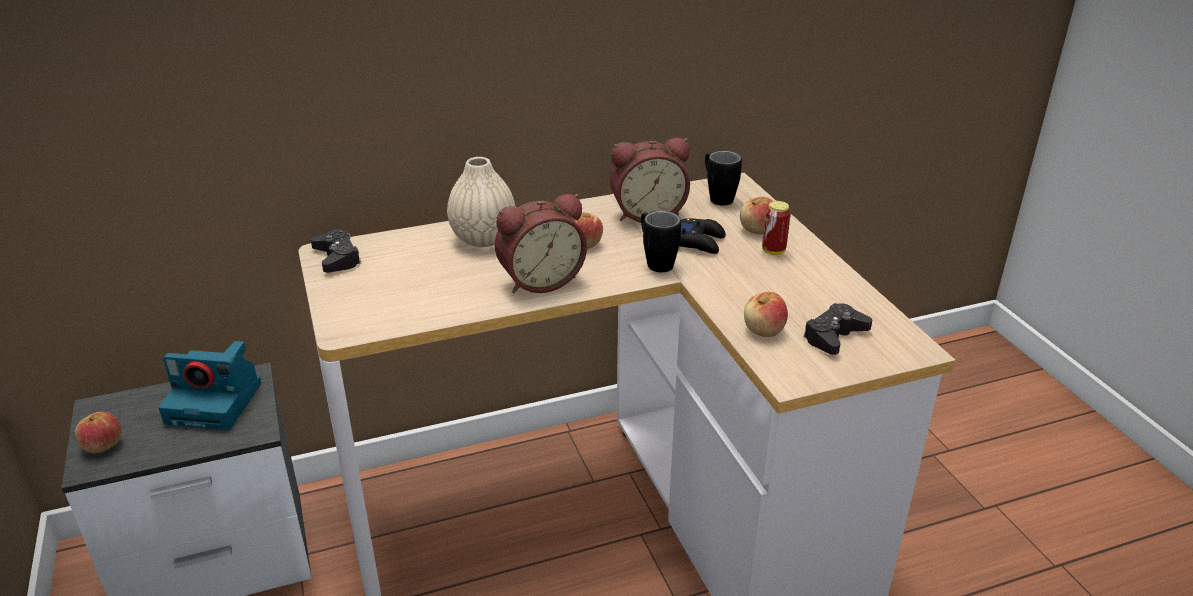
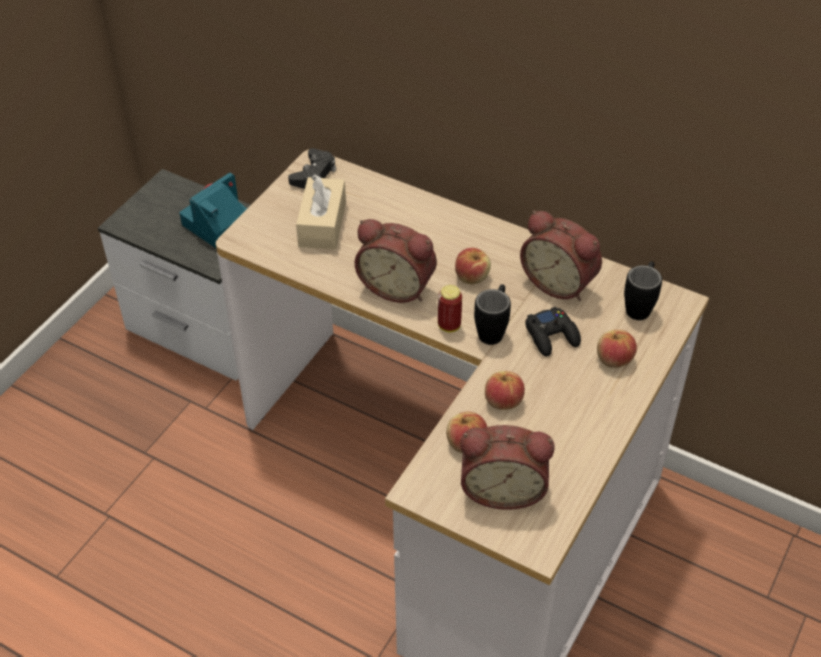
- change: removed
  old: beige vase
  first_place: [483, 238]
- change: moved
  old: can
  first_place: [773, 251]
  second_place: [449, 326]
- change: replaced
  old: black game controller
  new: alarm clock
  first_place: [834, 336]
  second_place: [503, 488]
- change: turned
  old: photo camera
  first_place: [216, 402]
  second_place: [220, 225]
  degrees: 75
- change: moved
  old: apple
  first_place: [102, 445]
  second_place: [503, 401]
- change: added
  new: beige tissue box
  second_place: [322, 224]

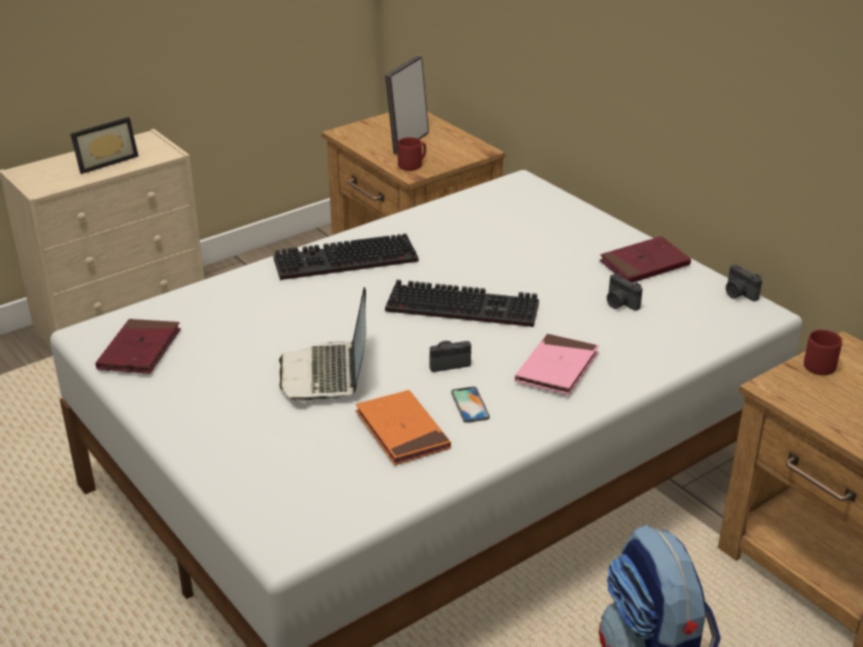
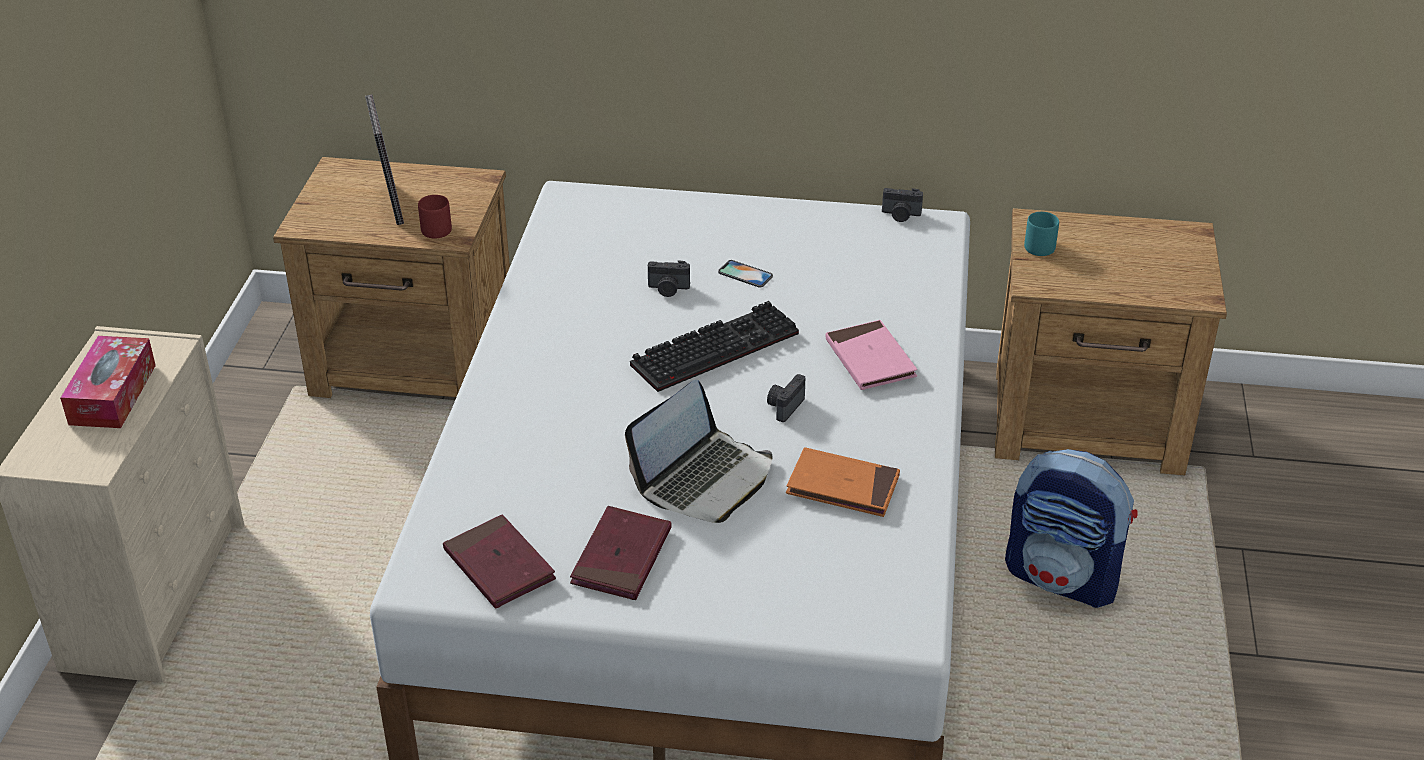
- change: replaced
  old: picture frame
  new: tissue box
  first_place: [105, 161]
  second_place: [113, 394]
- change: removed
  old: keyboard
  first_place: [344, 262]
- change: moved
  old: red book
  first_place: [644, 264]
  second_place: [621, 557]
- change: moved
  old: photo camera
  first_place: [620, 304]
  second_place: [668, 289]
- change: turned
  old: laptop
  first_place: [327, 374]
  second_place: [704, 478]
  degrees: -90
- change: recoloured
  old: red mug
  new: turquoise mug
  first_place: [821, 365]
  second_place: [1039, 245]
- change: moved
  old: phone
  first_place: [470, 405]
  second_place: [745, 274]

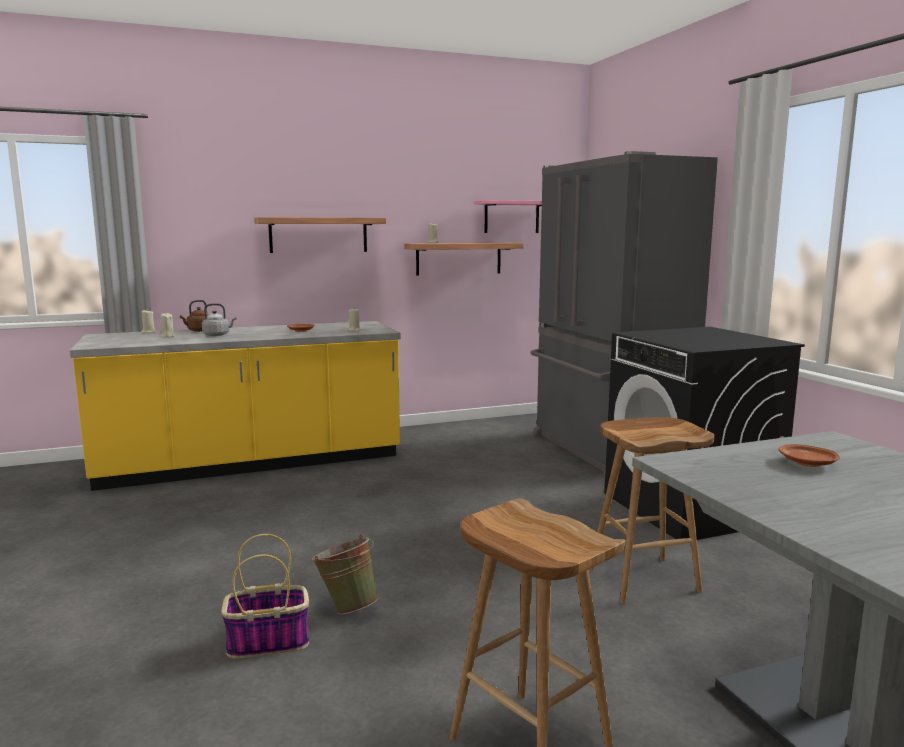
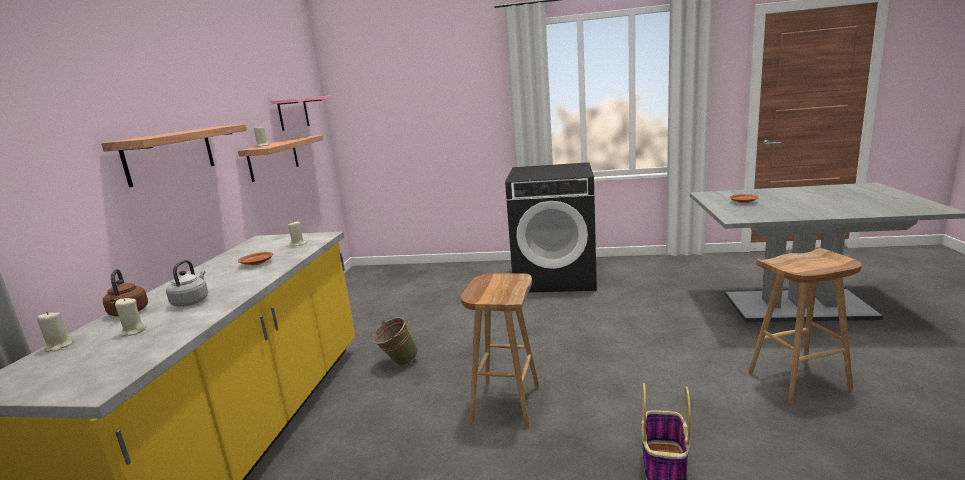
- change: removed
  old: grey fridge
  first_place: [604, 450]
- change: moved
  old: brown stool
  first_place: [644, 579]
  second_place: [505, 403]
- change: moved
  old: green bucket
  first_place: [347, 607]
  second_place: [397, 363]

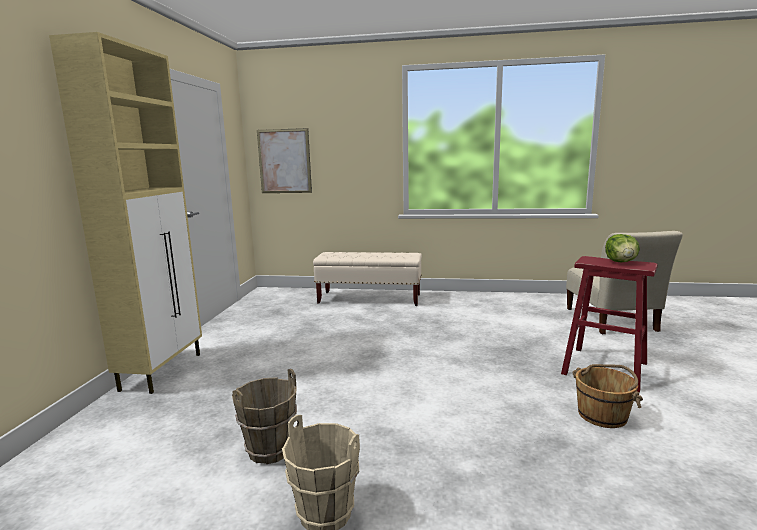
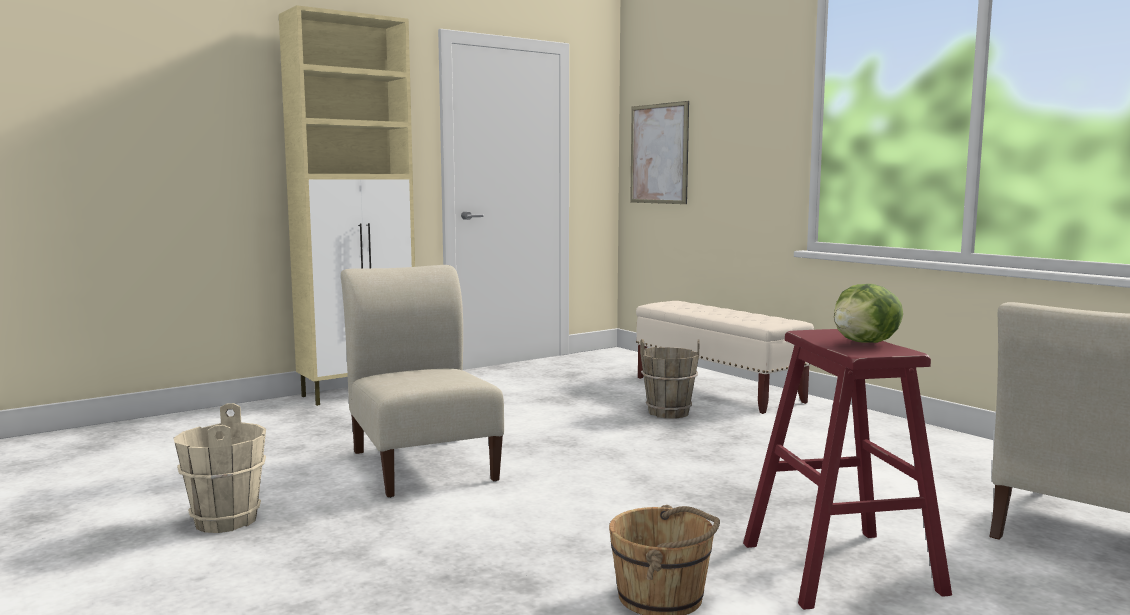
- change: moved
  old: brown bucket
  first_place: [269, 450]
  second_place: [668, 412]
- change: added
  new: beige chair
  second_place: [422, 463]

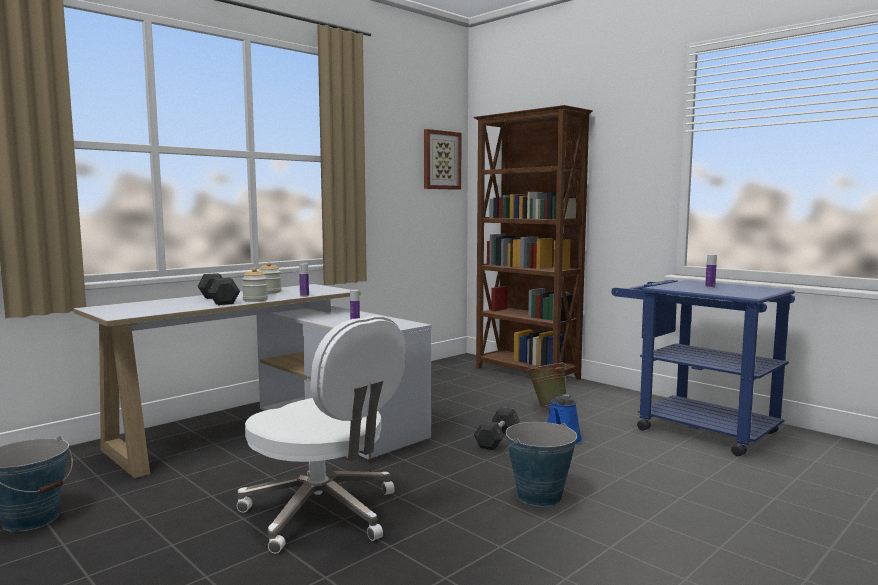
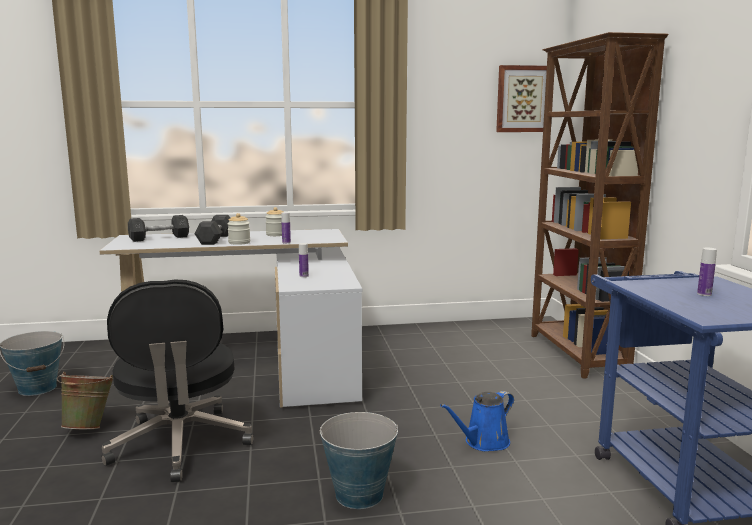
- change: recoloured
  old: white office chair
  new: black office chair
  first_place: [323, 513]
  second_place: [180, 445]
- change: moved
  old: green bucket
  first_place: [547, 406]
  second_place: [90, 427]
- change: moved
  old: grey dumbbell
  first_place: [497, 439]
  second_place: [159, 238]

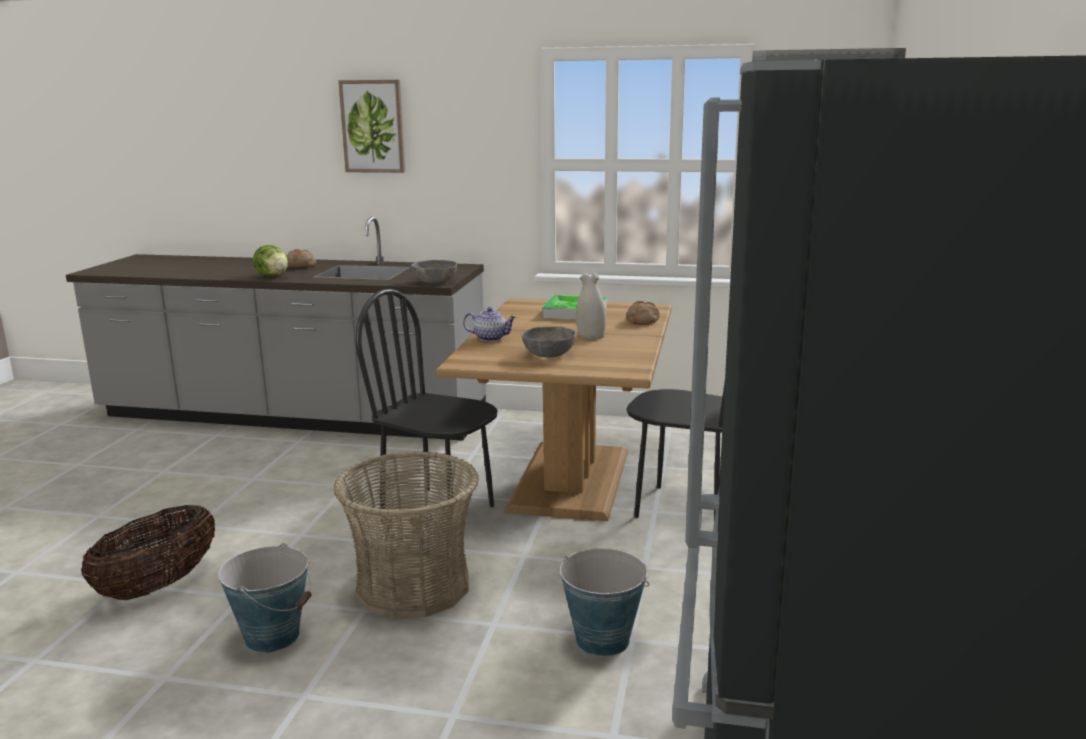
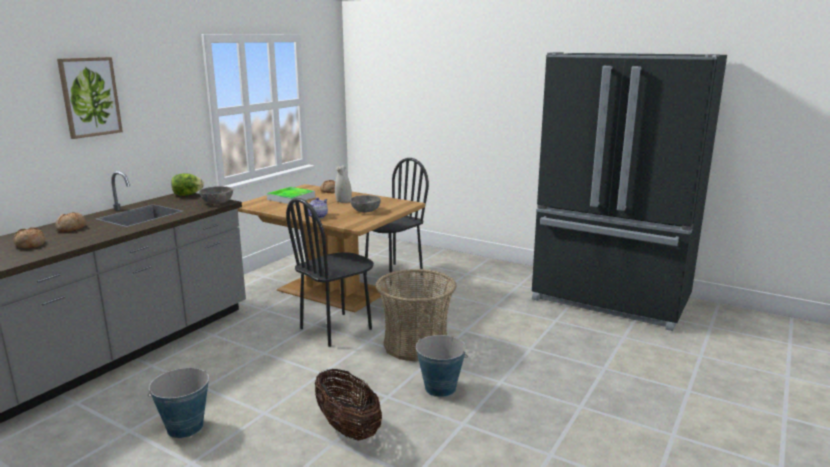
- change: moved
  old: lettuce
  first_place: [273, 276]
  second_place: [187, 195]
- change: moved
  old: bucket
  first_place: [602, 640]
  second_place: [185, 427]
- change: added
  new: bread
  second_place: [29, 244]

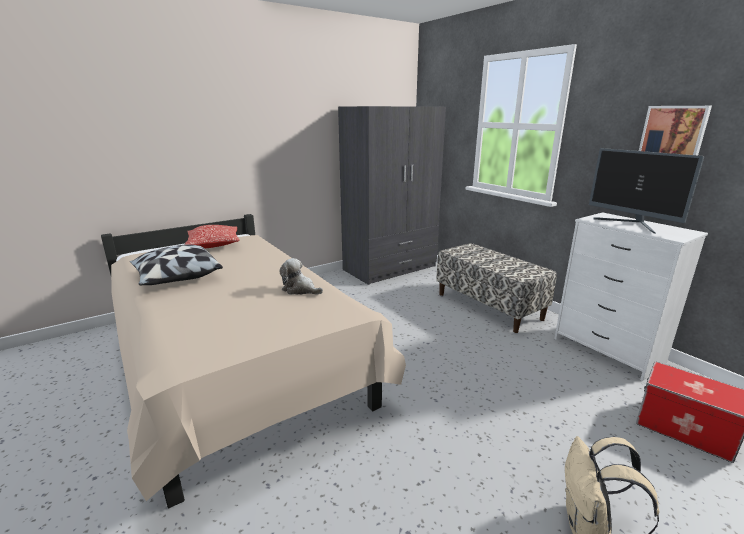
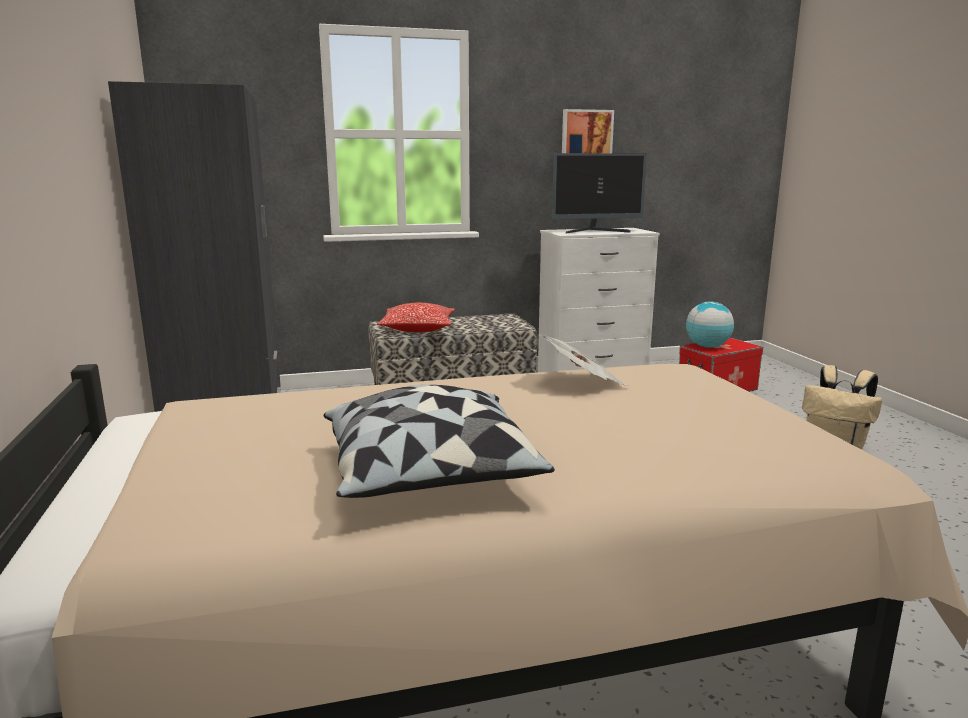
- change: moved
  old: pillow
  first_place: [213, 244]
  second_place: [418, 329]
- change: replaced
  old: plush toy
  new: newspaper
  first_place: [300, 290]
  second_place: [583, 383]
- change: added
  new: globe
  second_place: [707, 346]

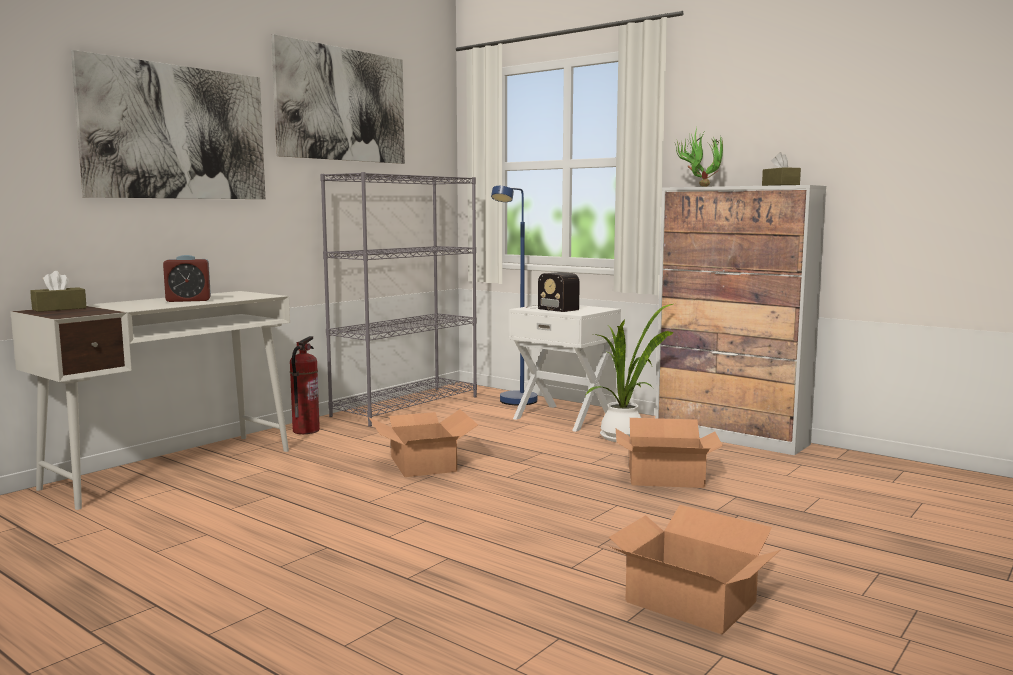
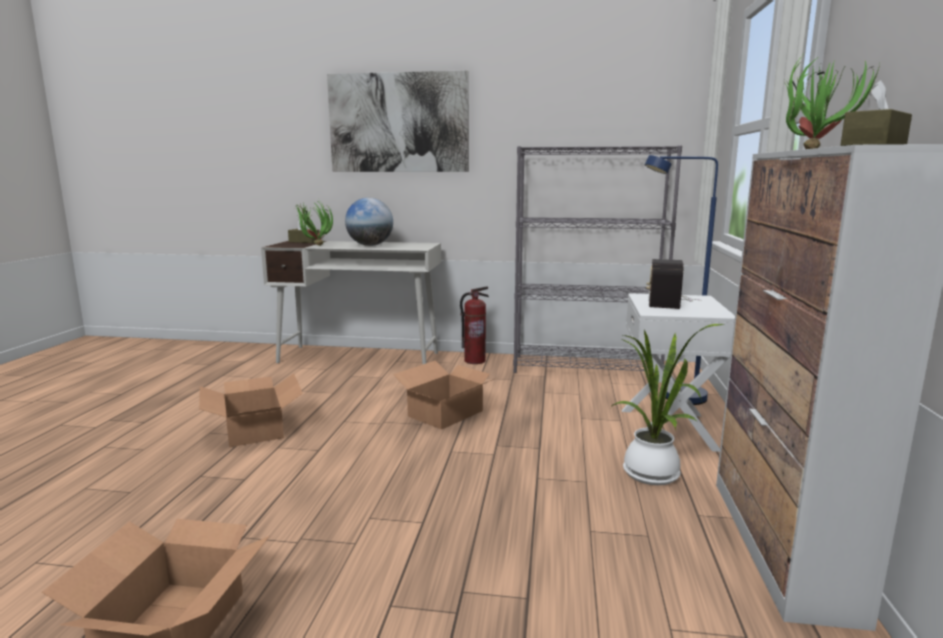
- change: removed
  old: picture
  first_place: [342, 104]
- change: replaced
  old: alarm clock
  new: globe
  first_place: [188, 300]
  second_place: [370, 245]
- change: moved
  old: cardboard box
  first_place: [664, 477]
  second_place: [255, 429]
- change: added
  new: potted plant
  second_place: [313, 246]

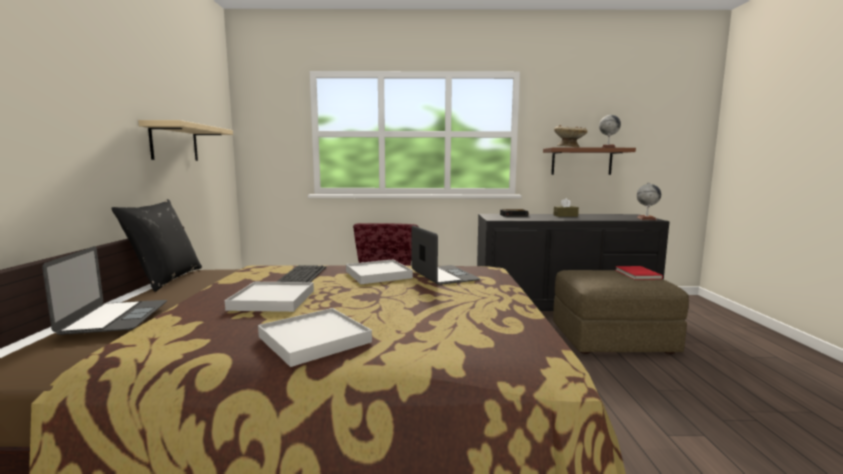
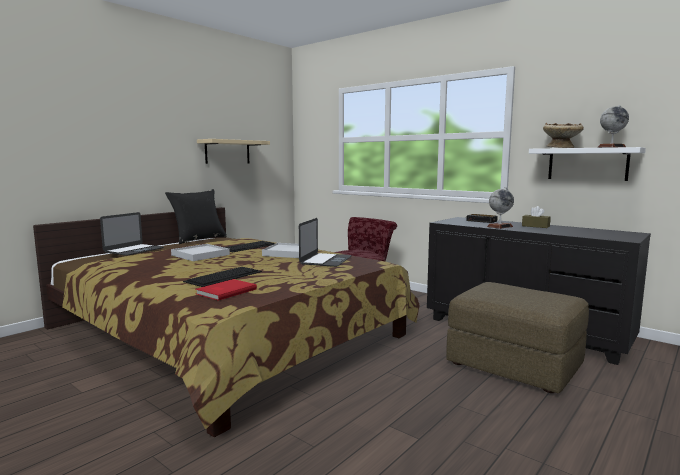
- change: recoloured
  old: brown shelf
  new: white shelf
  first_place: [581, 161]
  second_place: [587, 164]
- change: moved
  old: globe
  first_place: [646, 219]
  second_place: [500, 226]
- change: moved
  old: red book
  first_place: [637, 274]
  second_place: [225, 291]
- change: removed
  old: white tray
  first_place: [314, 339]
- change: added
  new: keyboard
  second_place: [224, 276]

